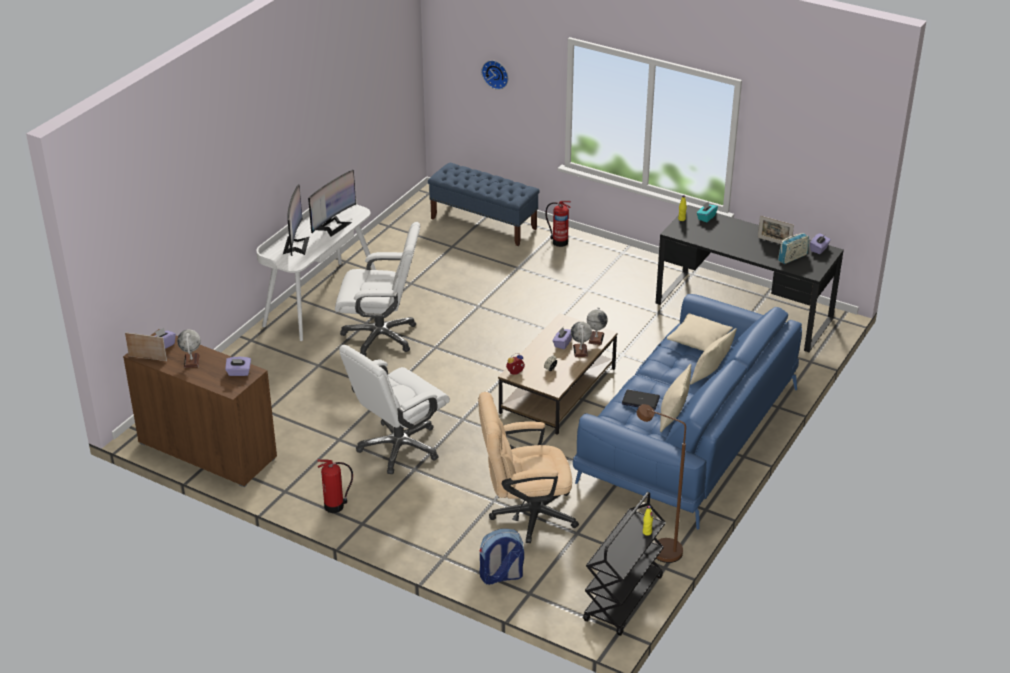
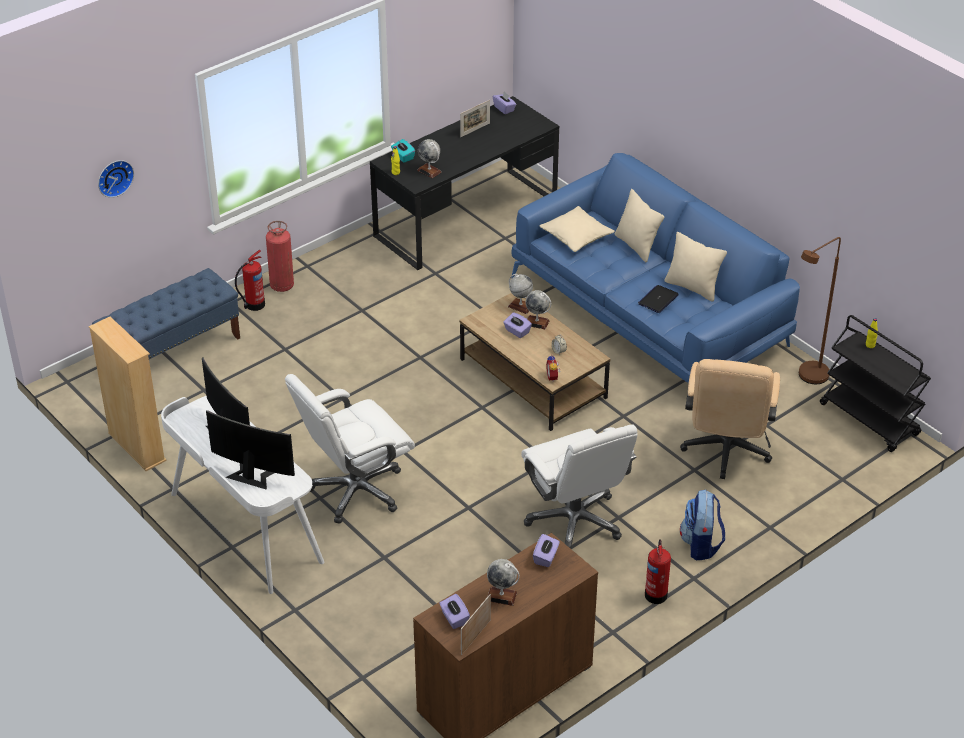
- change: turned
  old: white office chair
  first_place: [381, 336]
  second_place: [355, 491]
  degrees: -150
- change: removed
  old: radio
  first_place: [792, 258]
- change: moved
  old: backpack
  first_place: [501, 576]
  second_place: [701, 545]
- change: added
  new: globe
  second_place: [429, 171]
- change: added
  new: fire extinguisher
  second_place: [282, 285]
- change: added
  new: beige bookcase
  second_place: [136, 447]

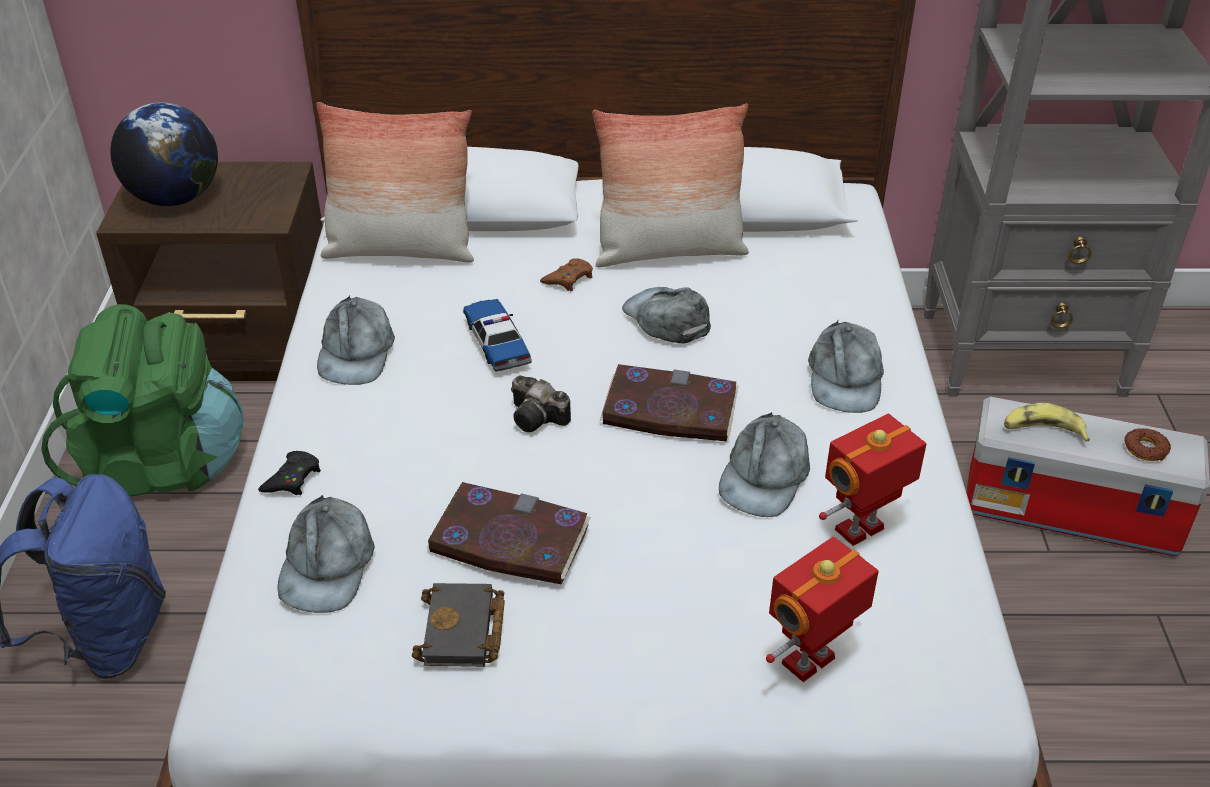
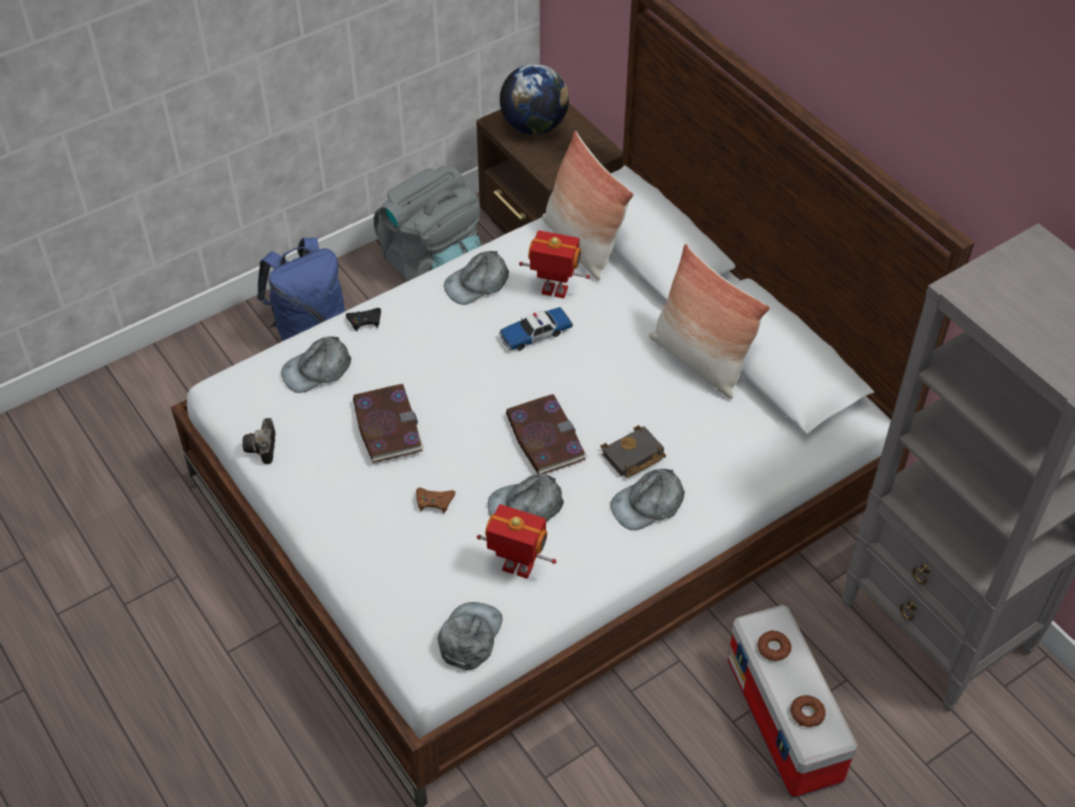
- change: moved
  old: brown game controller
  first_place: [568, 279]
  second_place: [434, 501]
- change: moved
  old: grey cap
  first_place: [667, 319]
  second_place: [469, 637]
- change: turned
  old: toy car
  first_place: [496, 343]
  second_place: [535, 334]
  degrees: -150
- change: recoloured
  old: green backpack
  new: grey backpack
  first_place: [162, 463]
  second_place: [434, 267]
- change: moved
  old: photo camera
  first_place: [539, 418]
  second_place: [262, 449]
- change: replaced
  old: banana
  new: donut
  first_place: [1042, 430]
  second_place: [773, 648]
- change: moved
  old: toy robot
  first_place: [811, 663]
  second_place: [554, 292]
- change: moved
  old: black book
  first_place: [463, 633]
  second_place: [633, 457]

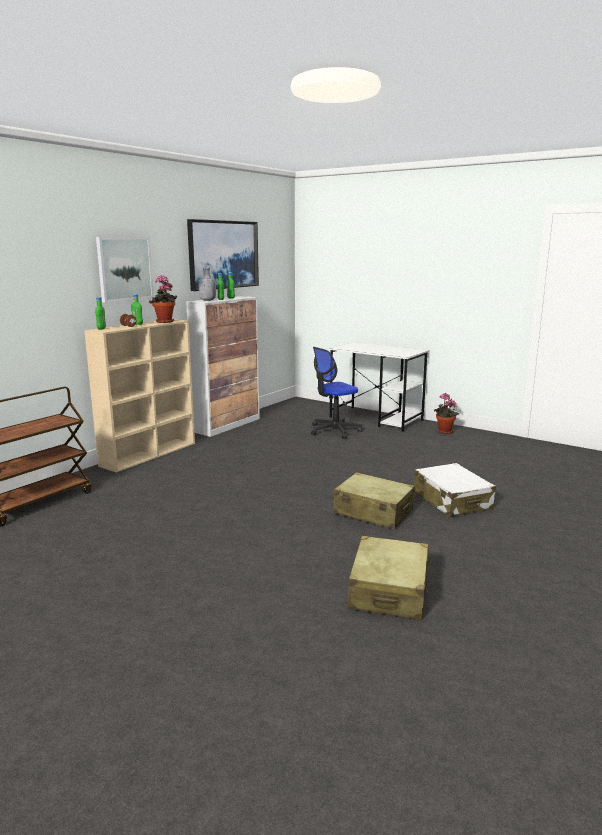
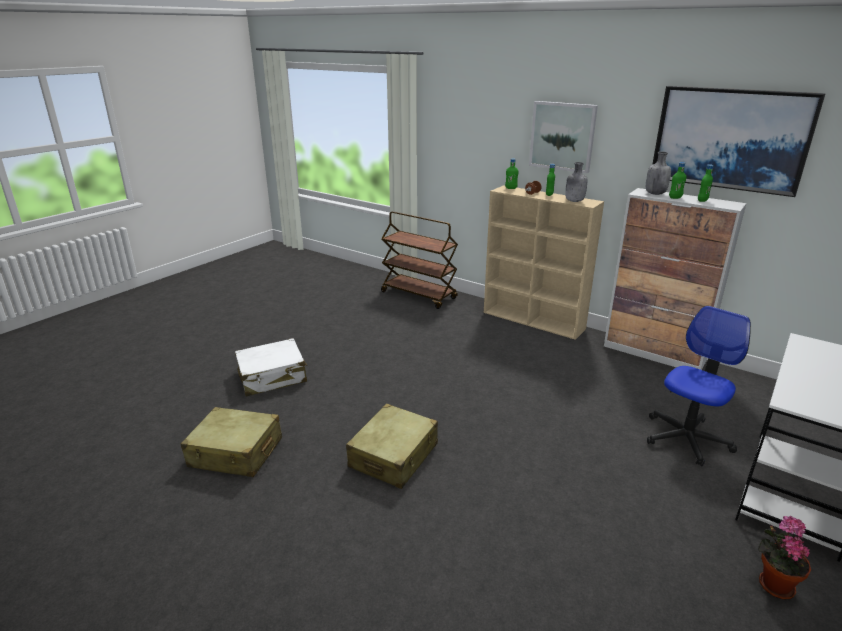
- change: replaced
  old: potted plant
  new: grey bottle
  first_place: [165, 322]
  second_place: [574, 201]
- change: turned
  old: office chair
  first_place: [334, 430]
  second_place: [686, 438]
  degrees: 75
- change: moved
  old: white suitcase
  first_place: [452, 501]
  second_place: [272, 377]

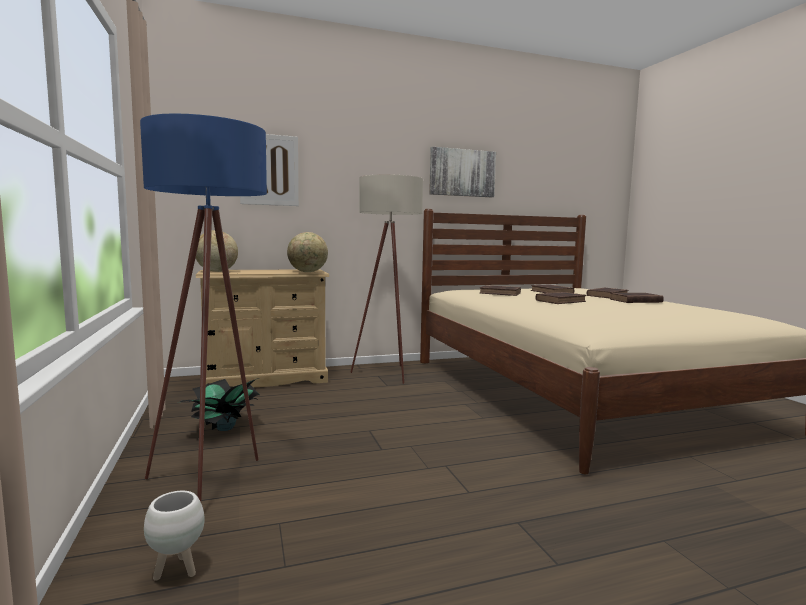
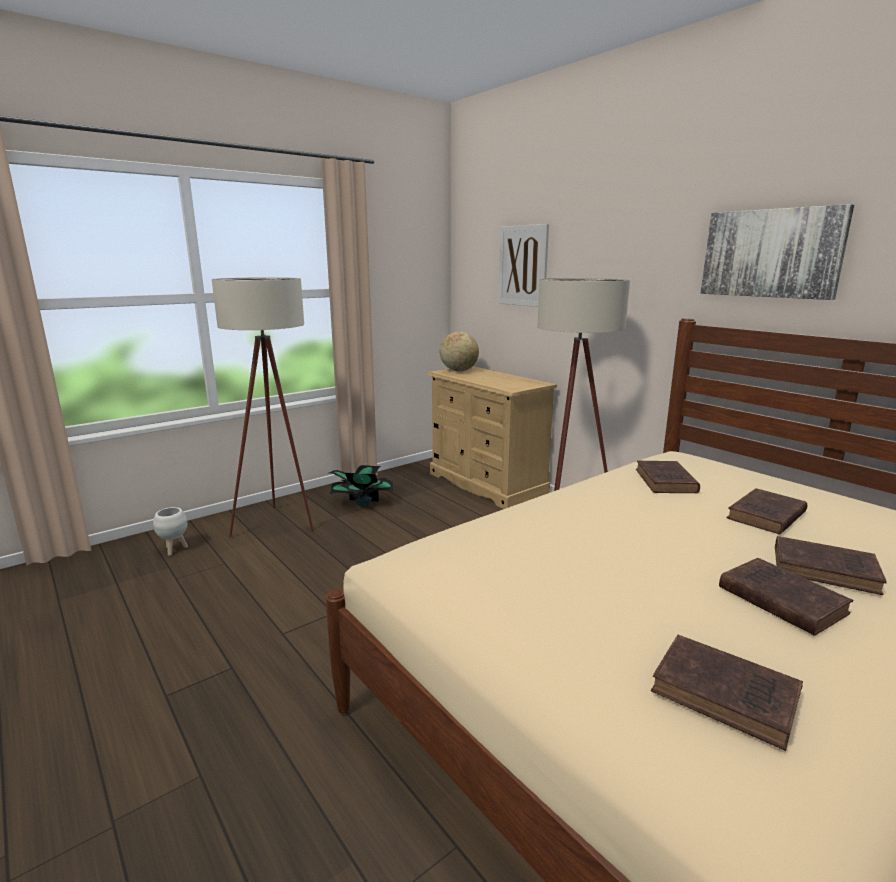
- change: recoloured
  old: blue floor lamp
  new: beige floor lamp
  first_place: [216, 478]
  second_place: [280, 526]
- change: removed
  old: globe
  first_place: [308, 272]
- change: moved
  old: brown book
  first_place: [561, 301]
  second_place: [728, 696]

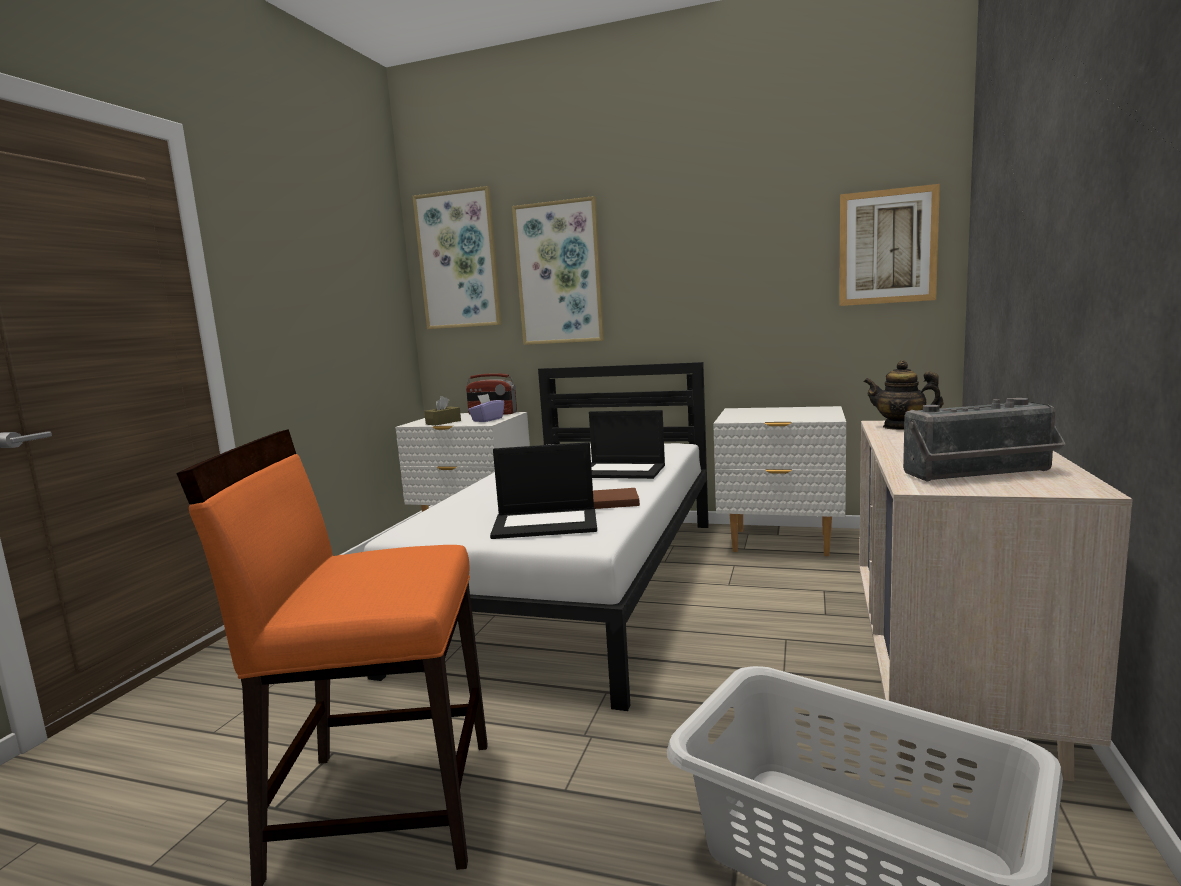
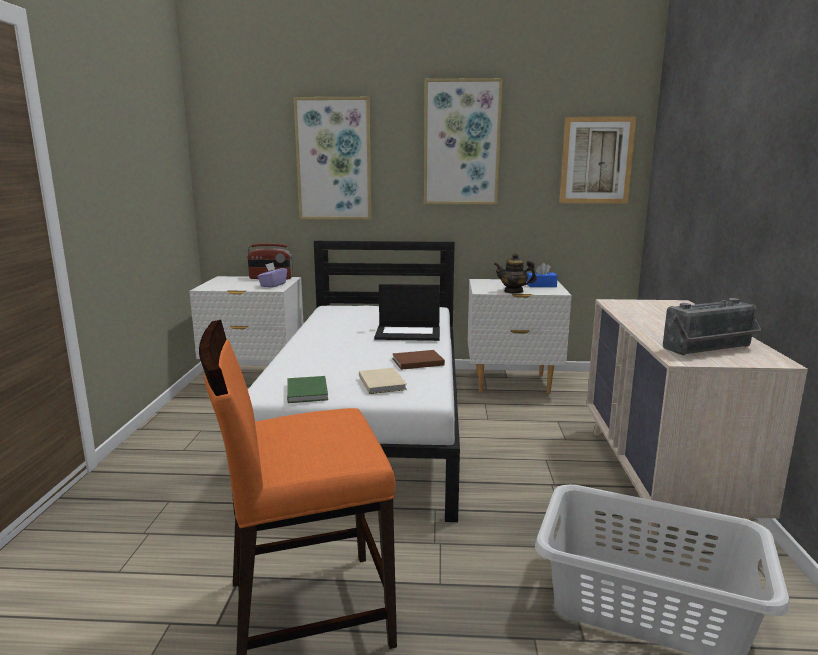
- change: moved
  old: picture
  first_place: [458, 260]
  second_place: [461, 143]
- change: moved
  old: teapot
  first_place: [901, 427]
  second_place: [513, 291]
- change: removed
  old: brown tissue box
  first_place: [443, 422]
- change: replaced
  old: laptop
  new: beige book
  first_place: [546, 523]
  second_place: [382, 382]
- change: added
  new: blue tissue box
  second_place: [541, 285]
- change: added
  new: green book
  second_place: [308, 391]

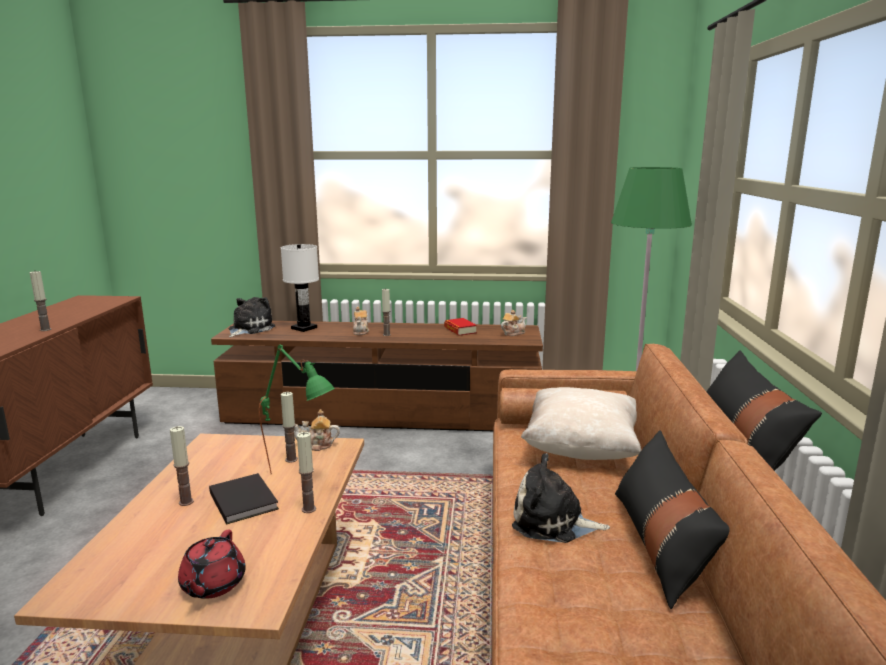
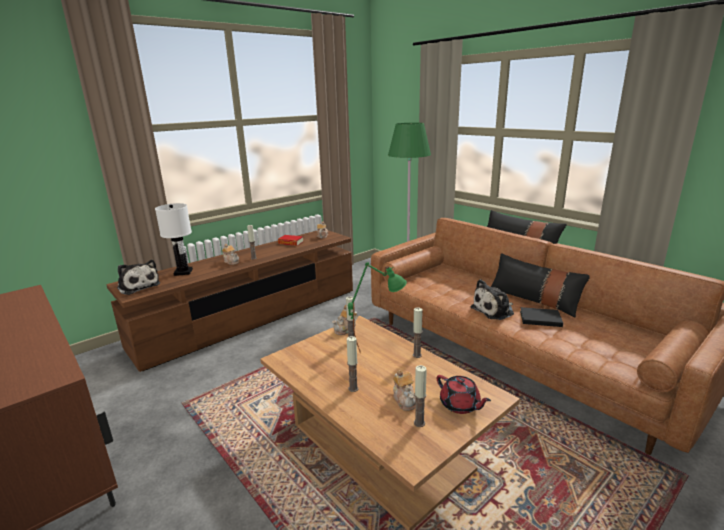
- change: moved
  old: candle
  first_place: [45, 329]
  second_place: [419, 423]
- change: turned
  old: plush toy
  first_place: [249, 329]
  second_place: [138, 286]
  degrees: 150
- change: removed
  old: beige pillow
  first_place: [581, 449]
- change: moved
  old: black book
  first_place: [244, 500]
  second_place: [539, 318]
- change: added
  new: teapot
  second_place: [405, 400]

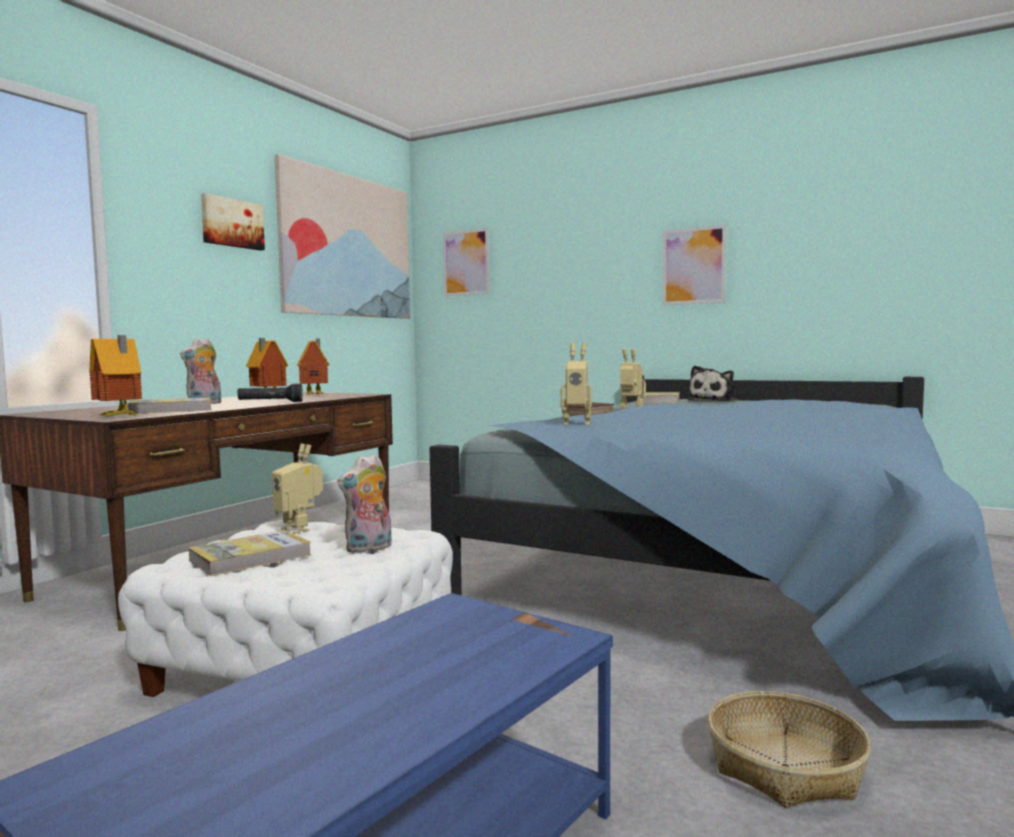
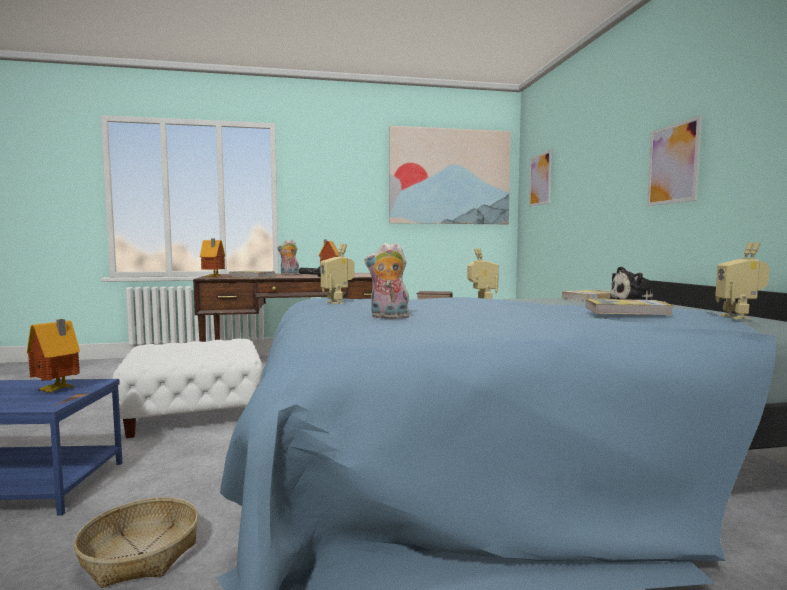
- change: removed
  old: picture
  first_place: [231, 223]
- change: moved
  old: toy house
  first_place: [315, 395]
  second_place: [57, 391]
- change: moved
  old: toy robot
  first_place: [300, 529]
  second_place: [739, 317]
- change: moved
  old: plush toy
  first_place: [369, 549]
  second_place: [388, 317]
- change: moved
  old: book
  first_place: [251, 557]
  second_place: [626, 311]

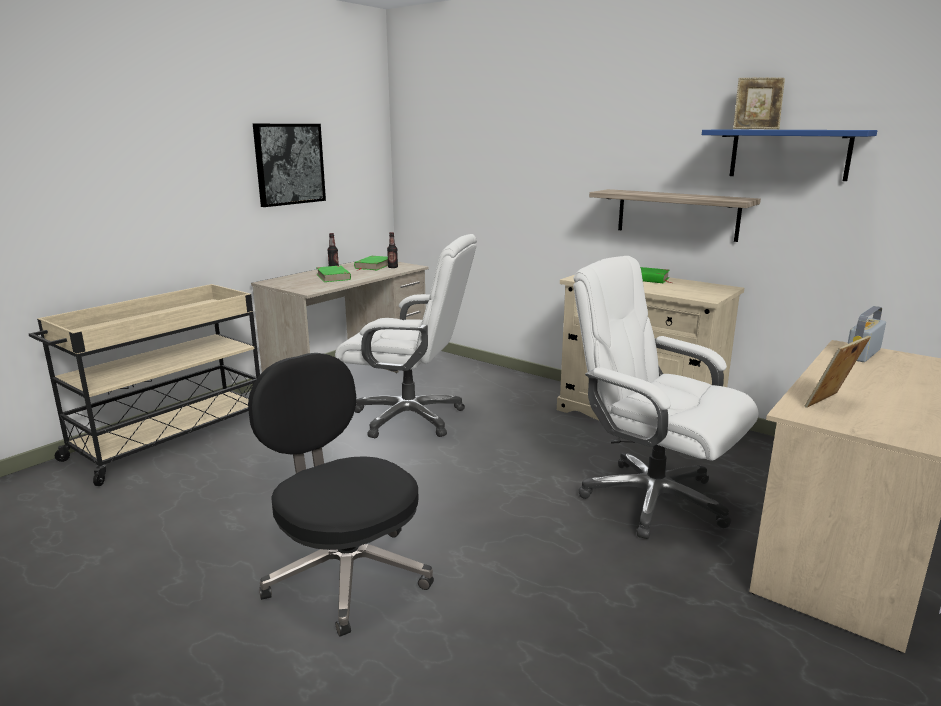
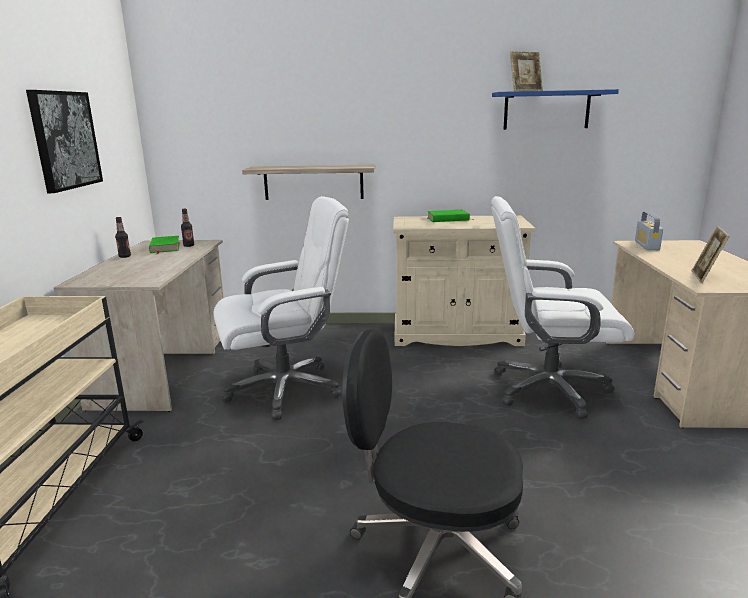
- change: moved
  old: shelf
  first_place: [677, 214]
  second_place: [313, 182]
- change: removed
  old: green book
  first_place: [333, 277]

